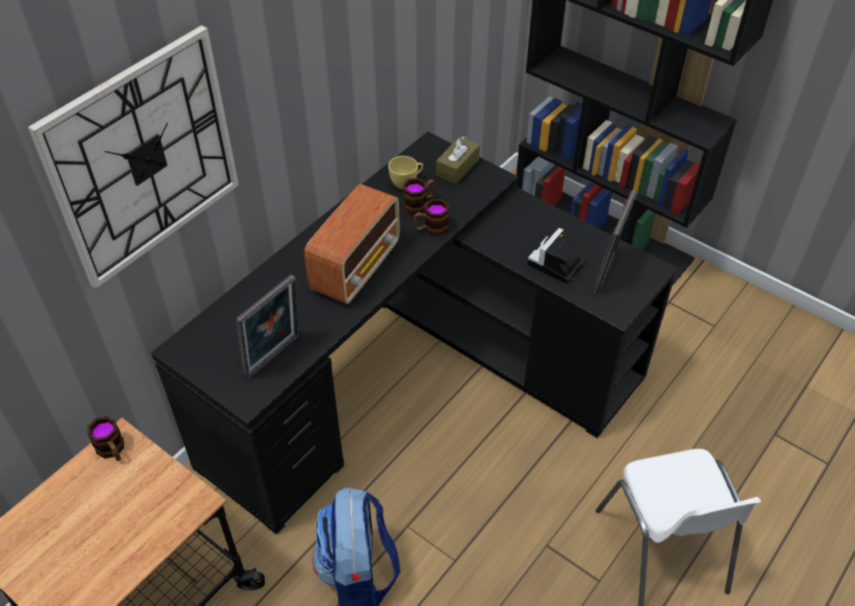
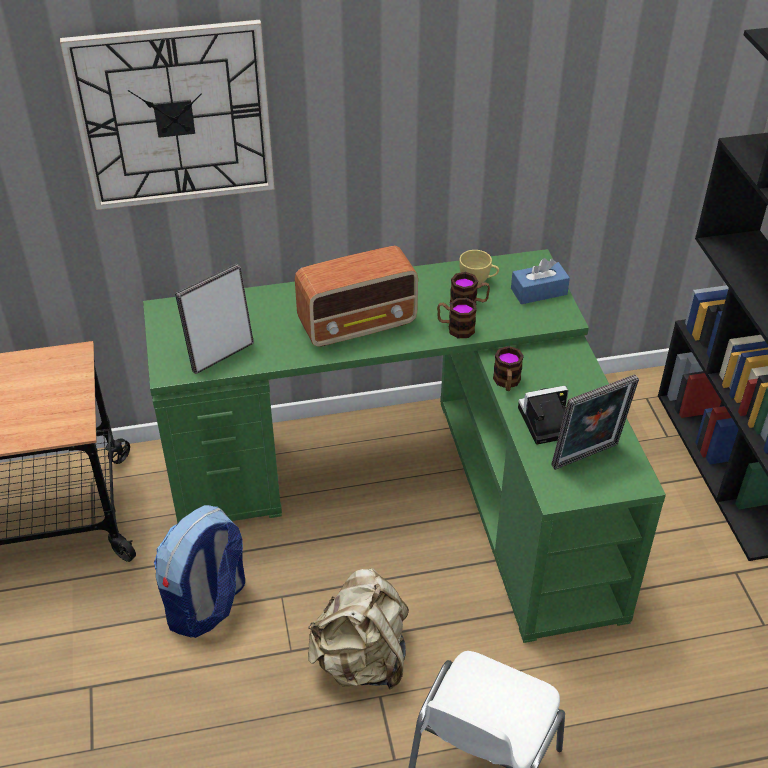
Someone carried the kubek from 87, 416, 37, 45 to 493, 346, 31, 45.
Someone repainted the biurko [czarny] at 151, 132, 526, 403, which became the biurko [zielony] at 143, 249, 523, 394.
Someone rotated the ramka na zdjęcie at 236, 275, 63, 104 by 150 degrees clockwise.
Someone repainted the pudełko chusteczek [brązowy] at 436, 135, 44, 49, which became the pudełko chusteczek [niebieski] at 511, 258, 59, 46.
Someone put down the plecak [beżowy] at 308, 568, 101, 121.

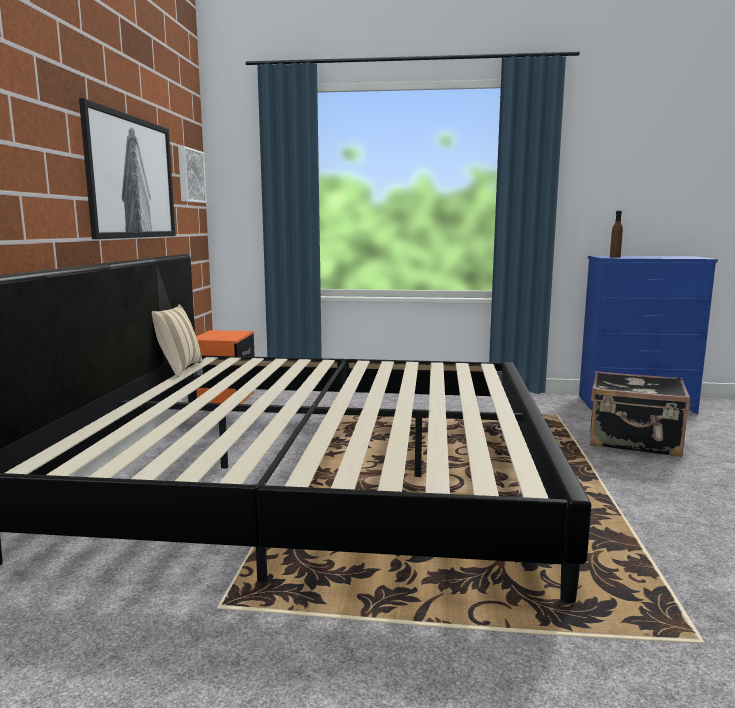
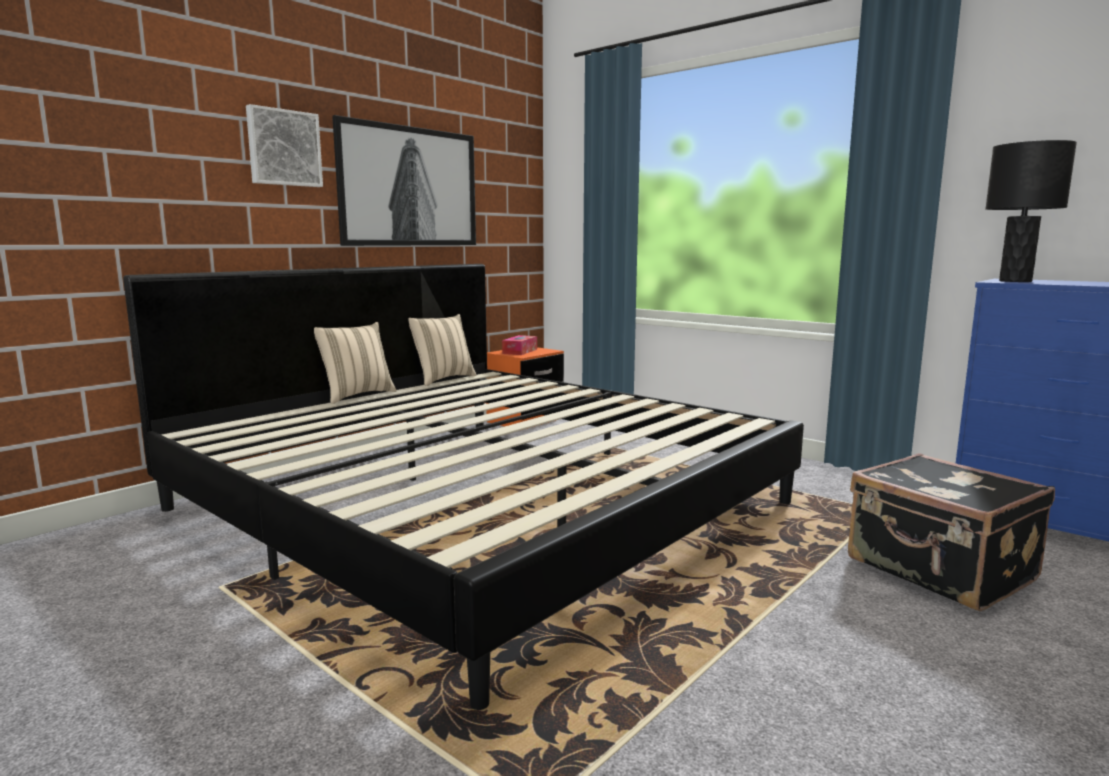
Someone carried the obraz from 178, 146, 29, 57 to 246, 104, 77, 83.
Someone swapped the butelka [brązowy] at 610, 211, 13, 46 for the lampa stołowa [czarny] at 985, 140, 92, 142.
Someone put down the poduszka [beżowy] at 314, 322, 83, 82.
Someone put down the pudełko chusteczek at 502, 335, 35, 20.

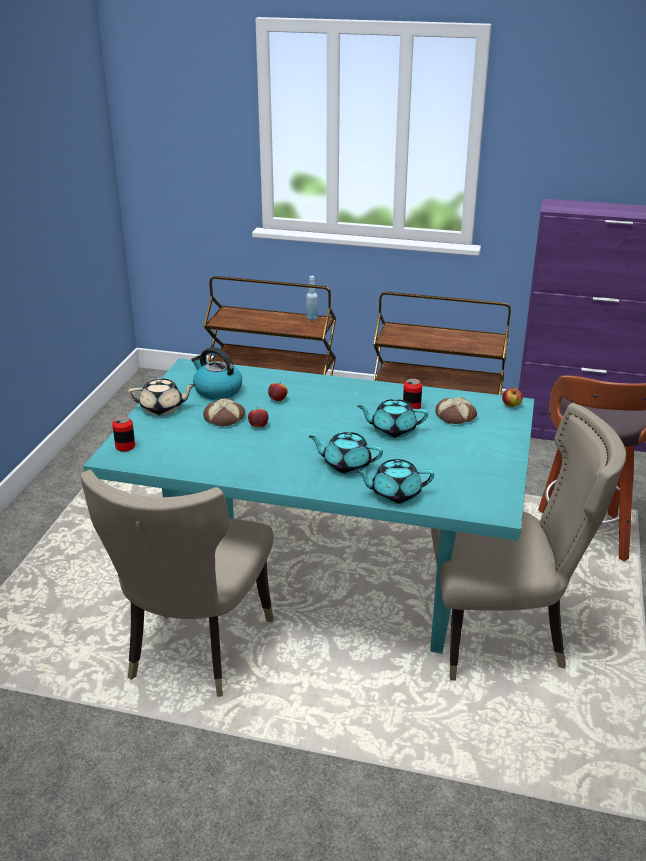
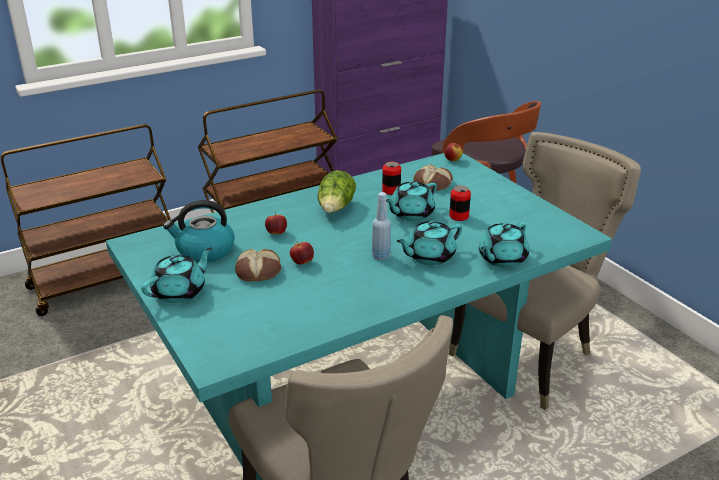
Someone carried the puszka from 112, 416, 23, 36 to 449, 186, 22, 35.
Someone repainted the imbryk [beżowy] at 128, 378, 68, 37, which became the imbryk [turkusowy] at 141, 247, 71, 56.
Someone carried the butelka [niebieski] from 306, 276, 12, 44 to 372, 192, 19, 68.
Someone put down the sałata at 317, 170, 39, 43.

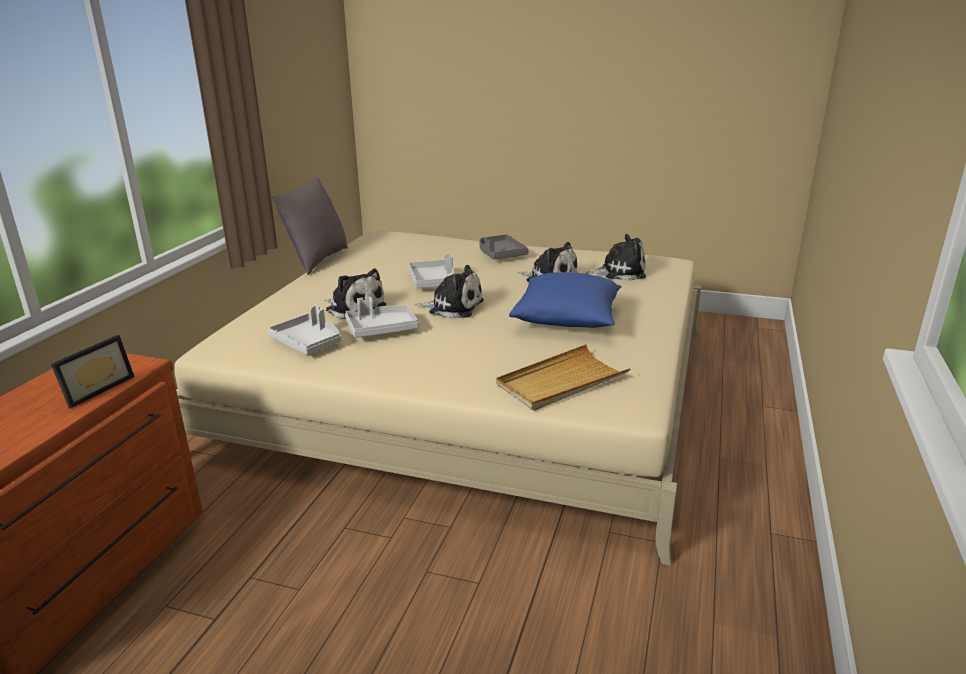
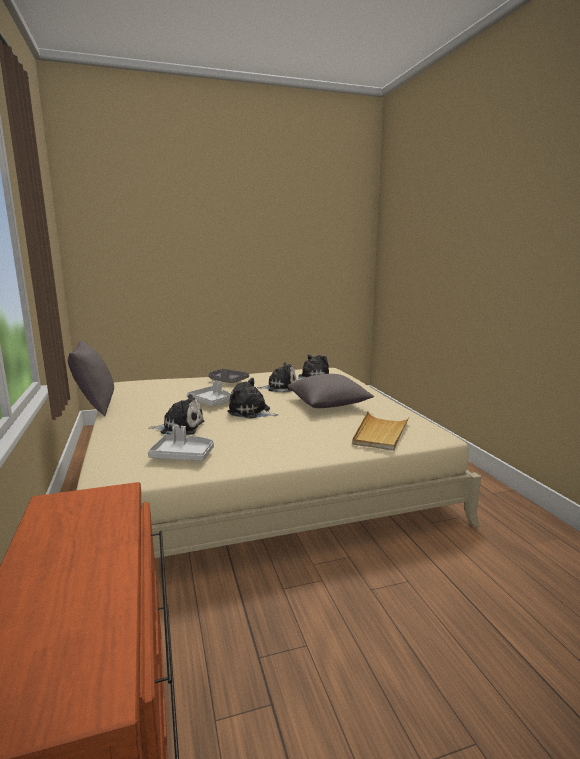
Someone took away the ramka na zdjęcie at 51, 335, 84, 74.
Someone took away the taca [szary] at 345, 297, 74, 41.
Someone rotated the pluszak at 415, 265, 69, 53 by 135 degrees counterclockwise.
Someone repainted the poduszka [niebieski] at 509, 272, 113, 56, which became the poduszka [szary] at 288, 374, 86, 34.

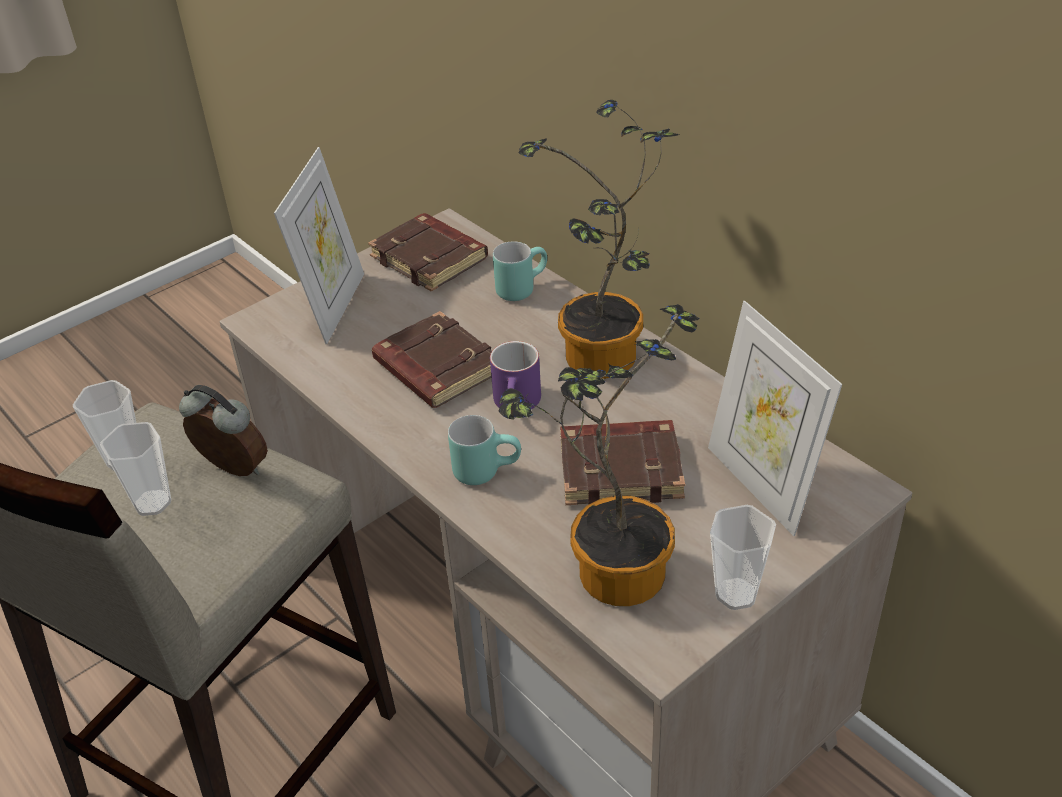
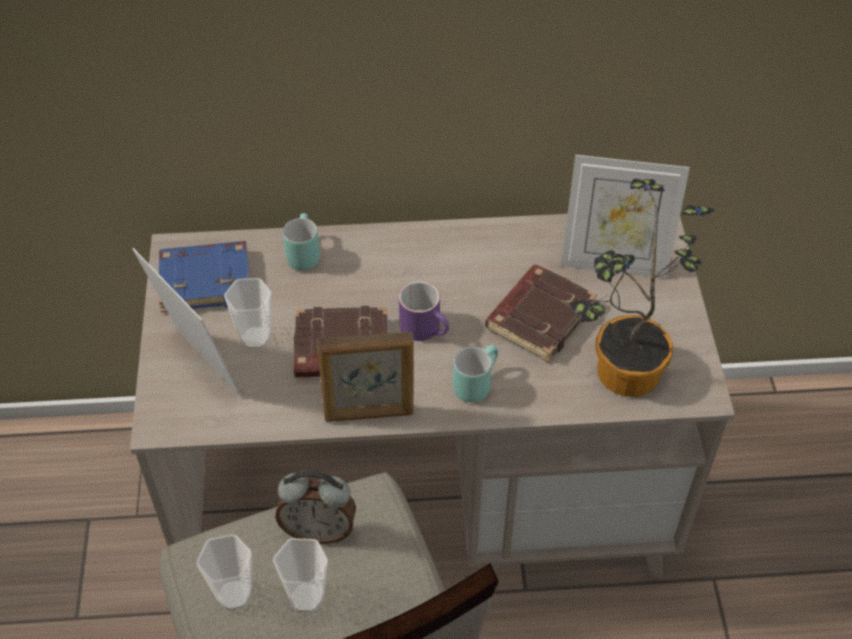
Someone rotated the budzik at 179, 385, 89, 91 by 150 degrees counterclockwise.
Someone repainted the książka [brązowy] at 368, 213, 120, 79, which became the książka [niebieski] at 158, 241, 91, 71.
Someone took away the roślina doniczkowa at 519, 100, 160, 279.
Someone carried the filiżanka from 710, 505, 66, 105 to 224, 278, 47, 71.
Someone put down the ramka na zdjęcie at 317, 332, 97, 90.

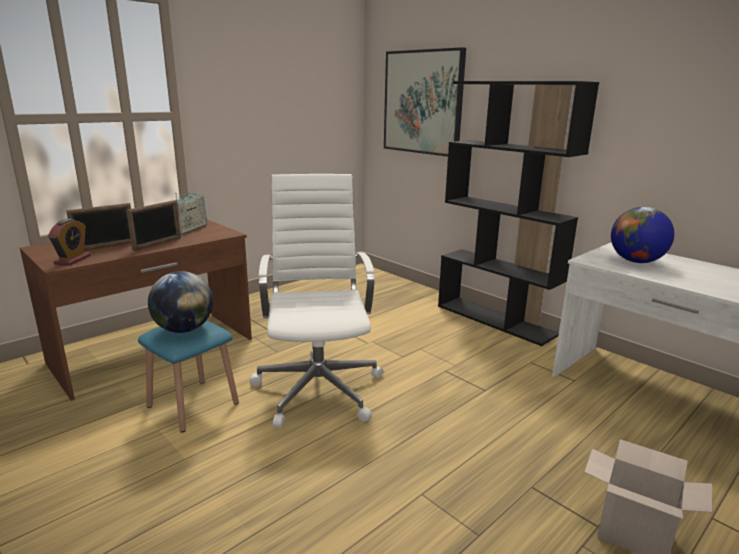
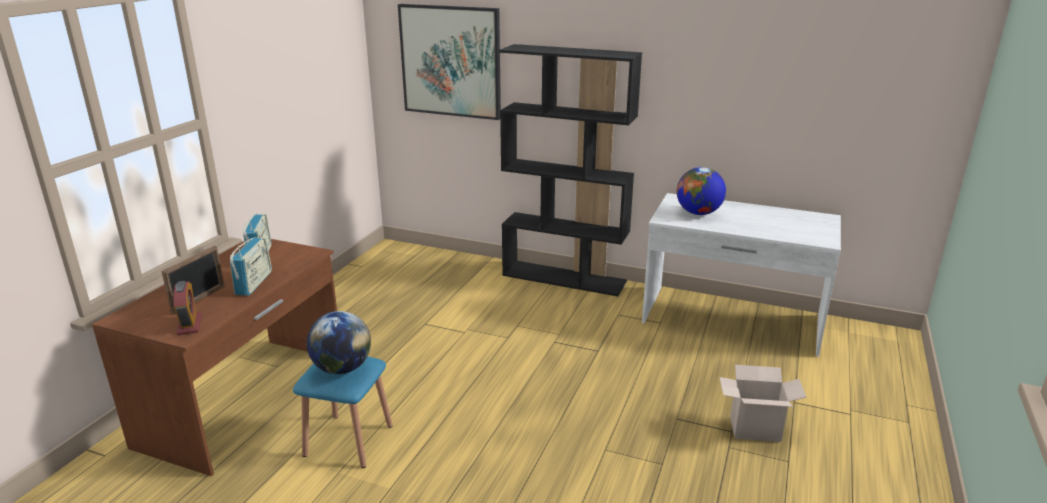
Someone swapped the ramka na zdjęcie at 127, 200, 54, 51 for the radio at 230, 237, 42, 59.
Someone took away the krzesło biurowe [biały] at 250, 174, 133, 254.

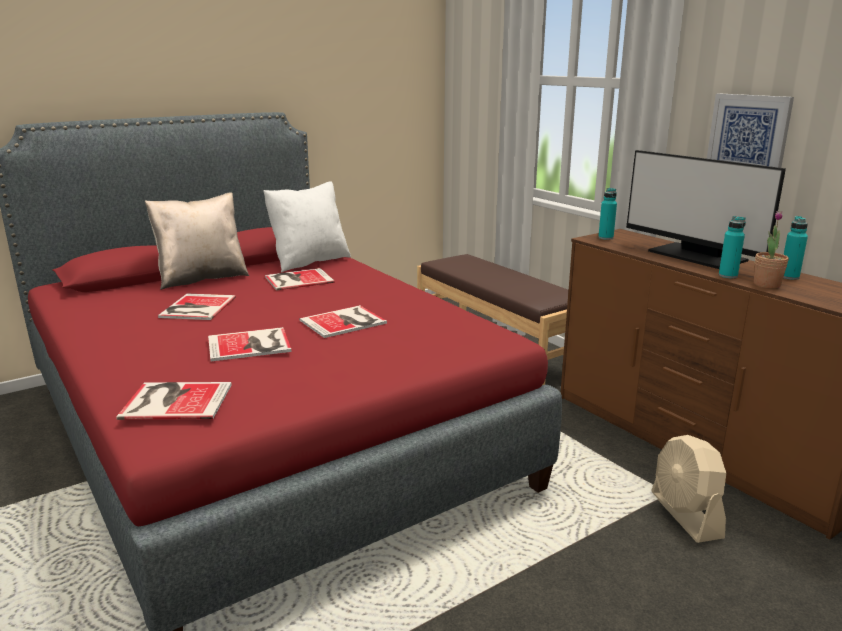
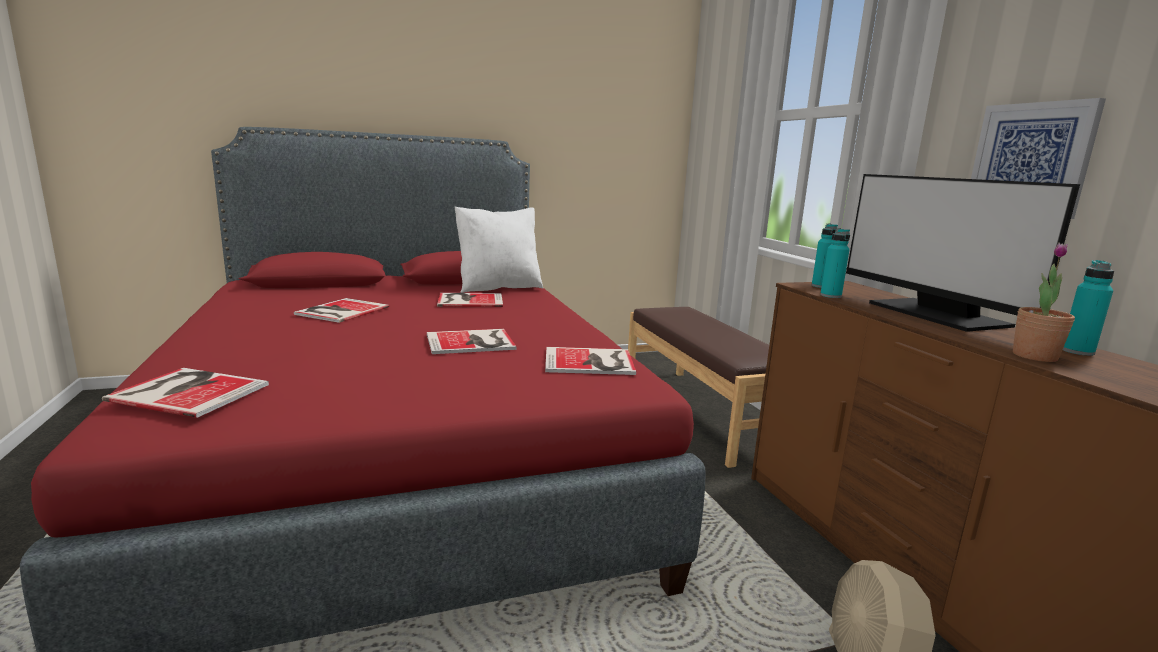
Someone took away the poduszka [beżowy] at 145, 193, 104, 97.
Someone carried the książka from 208, 327, 83, 35 to 545, 347, 91, 28.
Someone carried the butelka [turkusowy] from 719, 216, 27, 62 to 820, 228, 30, 70.

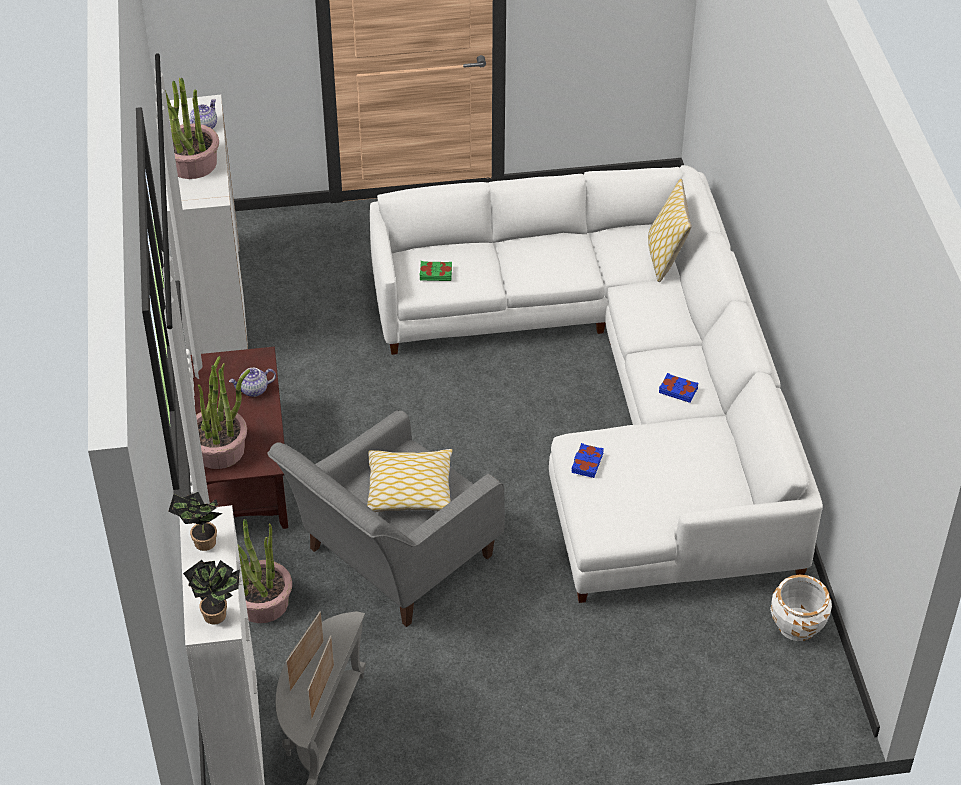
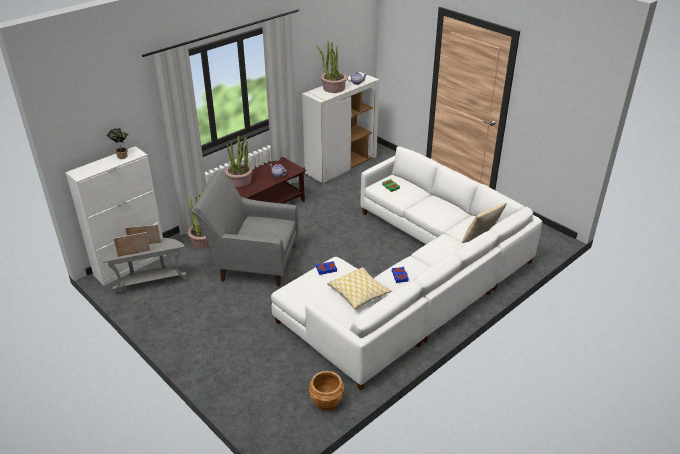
Someone took away the roślina doniczkowa at 183, 560, 57, 65.
Someone carried the poduszka from 367, 449, 85, 63 to 327, 267, 64, 42.
Someone repainted the donica [biały] at 770, 575, 62, 66, which became the donica [brązowy] at 309, 371, 35, 40.

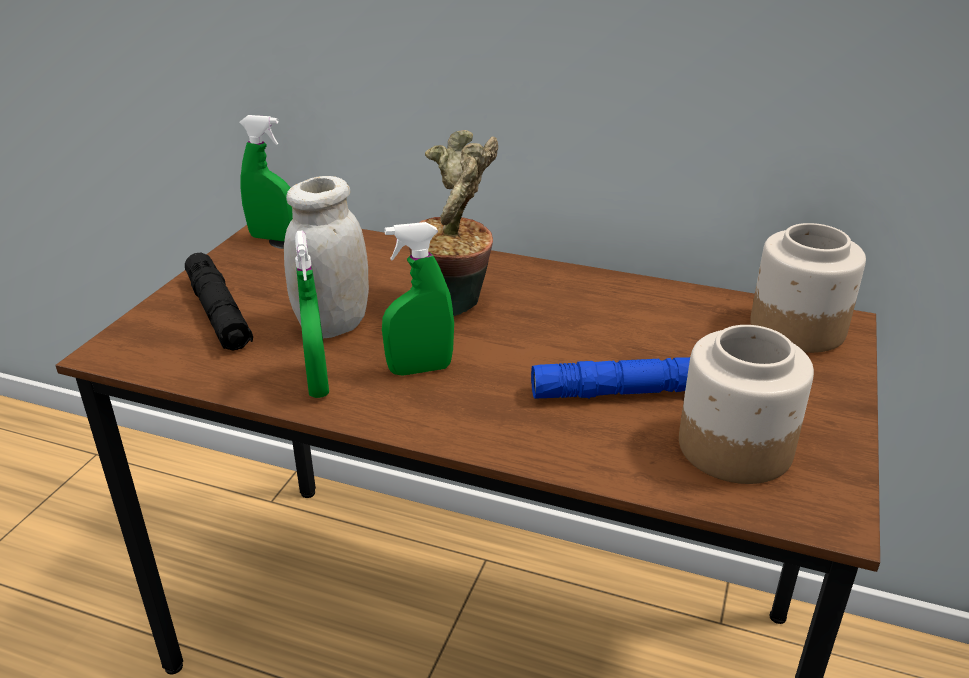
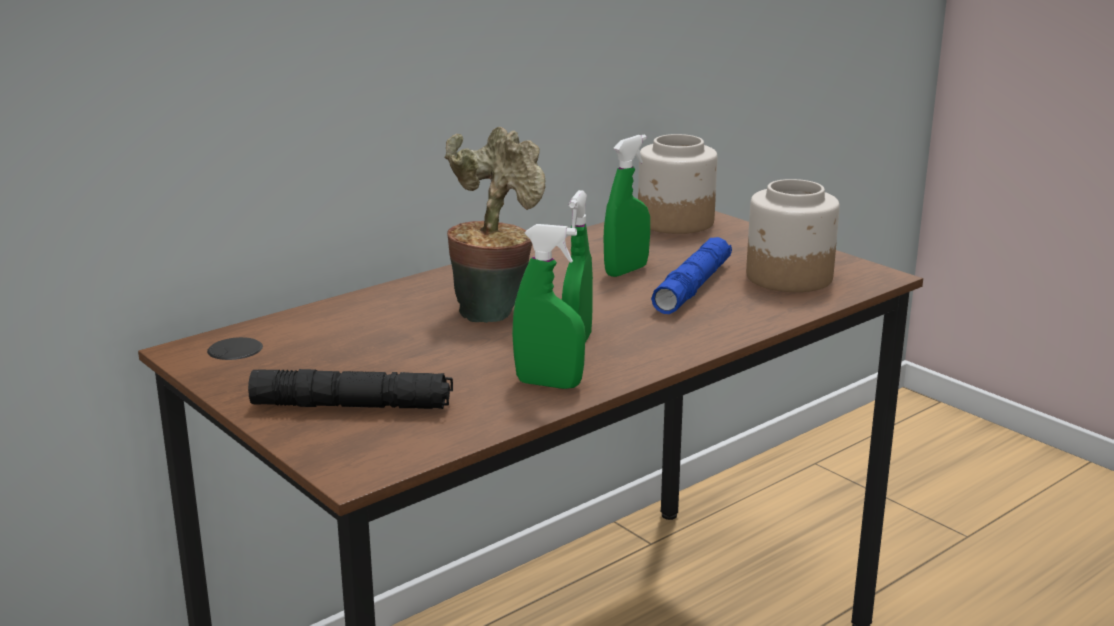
Someone carried the spryskiwacz [zielony] from 239, 115, 54, 126 to 604, 135, 46, 142.
Someone took away the słoik [biały] at 284, 176, 85, 163.

